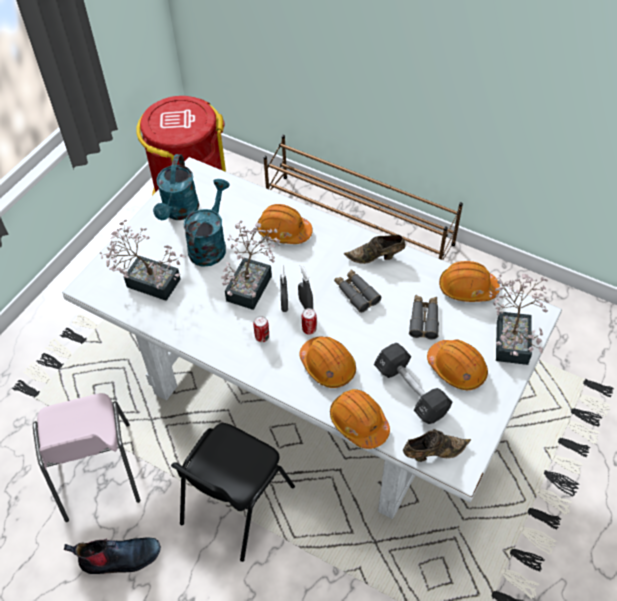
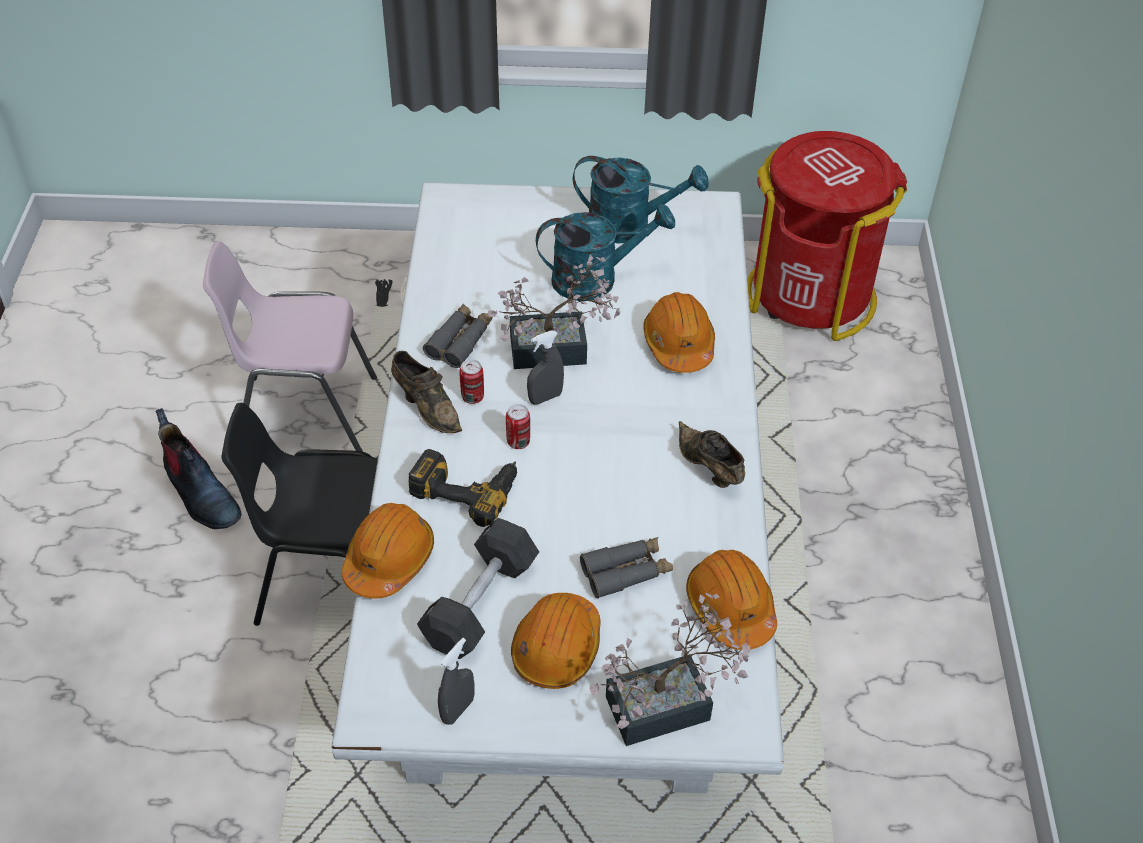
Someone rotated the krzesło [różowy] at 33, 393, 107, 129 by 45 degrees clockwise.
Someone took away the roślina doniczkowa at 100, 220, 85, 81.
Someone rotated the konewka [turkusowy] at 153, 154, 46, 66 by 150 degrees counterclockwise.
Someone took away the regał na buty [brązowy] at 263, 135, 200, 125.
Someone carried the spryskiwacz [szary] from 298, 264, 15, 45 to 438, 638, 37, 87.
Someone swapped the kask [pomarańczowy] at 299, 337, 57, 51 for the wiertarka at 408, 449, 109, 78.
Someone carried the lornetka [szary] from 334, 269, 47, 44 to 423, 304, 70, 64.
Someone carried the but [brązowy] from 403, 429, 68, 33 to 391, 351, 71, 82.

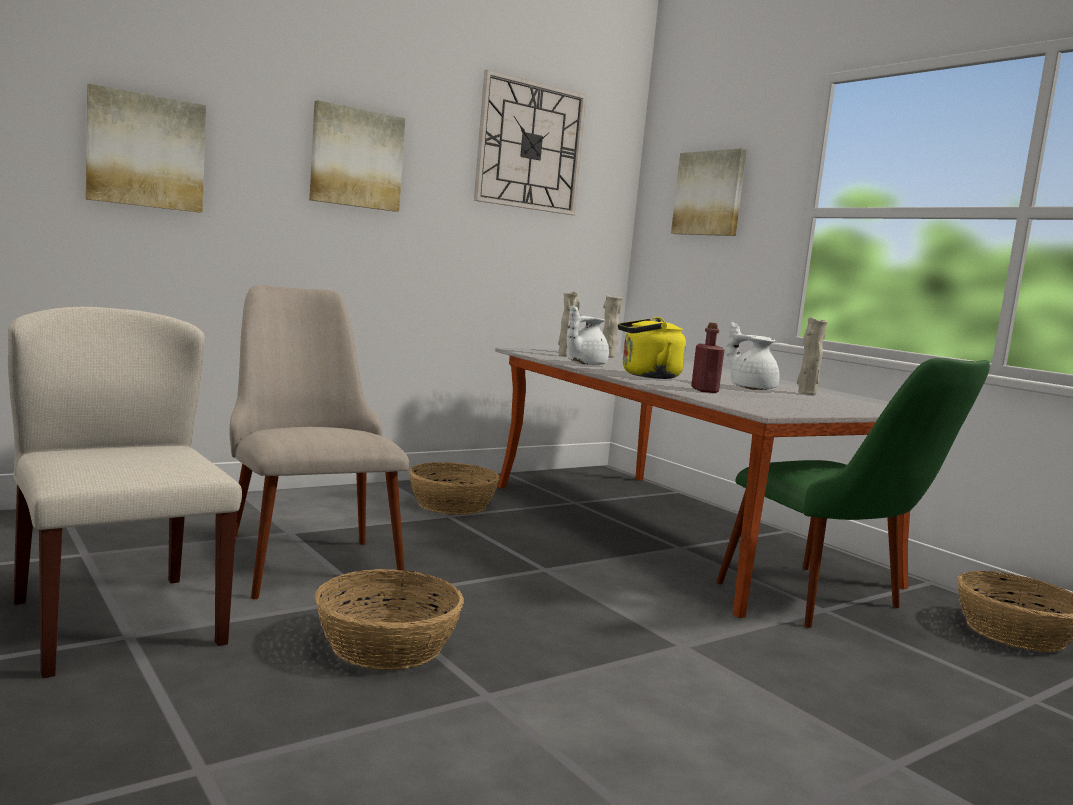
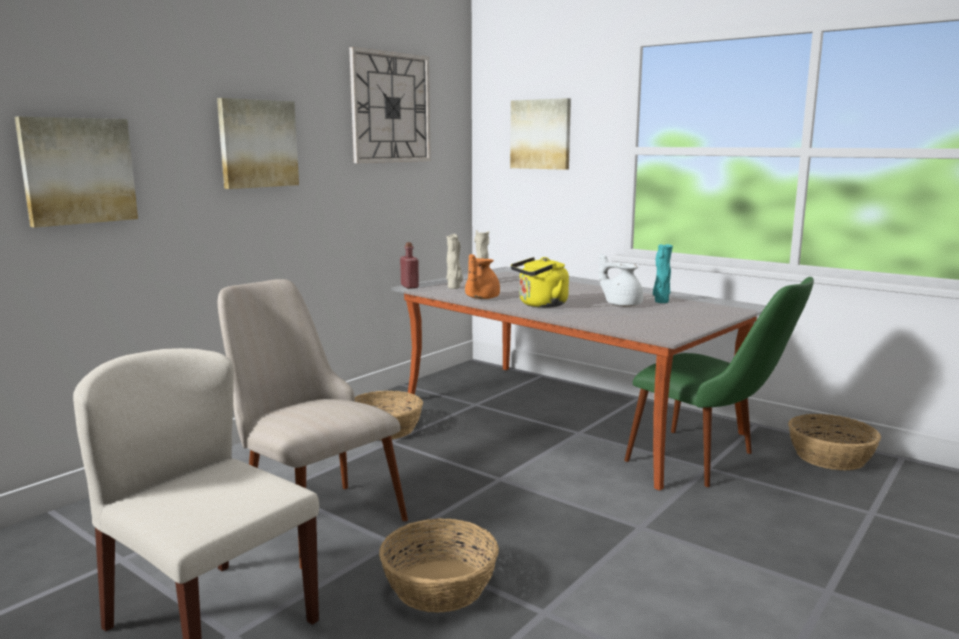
Someone repainted the imbryk [biały] at 566, 305, 43, 60, which became the imbryk [pomarańczowy] at 465, 254, 35, 45.
Someone carried the butelka [czerwony] from 691, 323, 33, 70 to 400, 242, 19, 47.
Someone repainted the wazon [beżowy] at 797, 317, 31, 78, which became the wazon [turkusowy] at 653, 244, 20, 59.

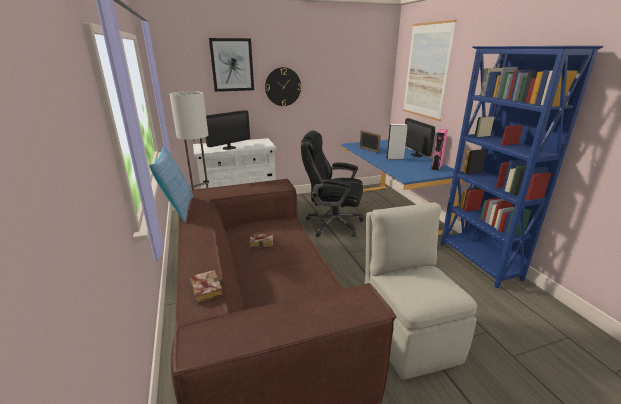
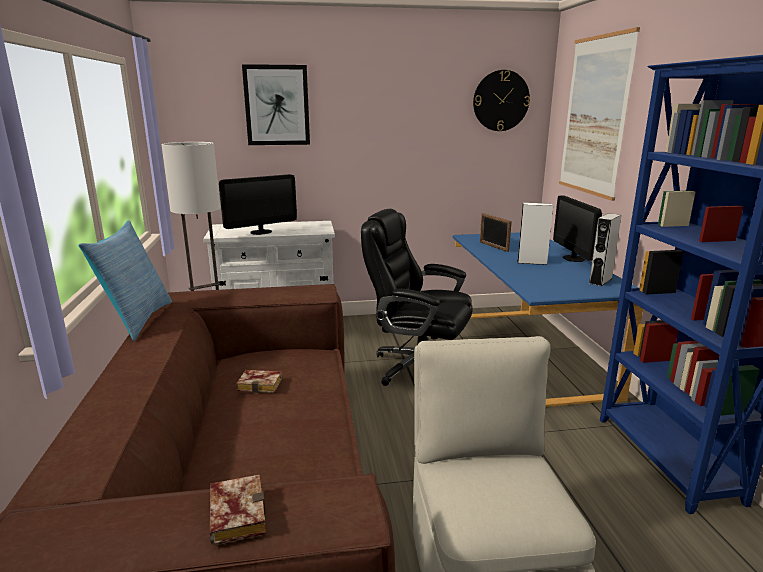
Someone carried the książka from 190, 270, 33, 33 to 210, 475, 56, 71.
Someone carried the zegar ścienny from 265, 67, 36, 39 to 473, 70, 57, 61.
Someone repainted the głośnik [różowy] at 431, 129, 17, 42, which became the głośnik [szary] at 589, 213, 33, 73.

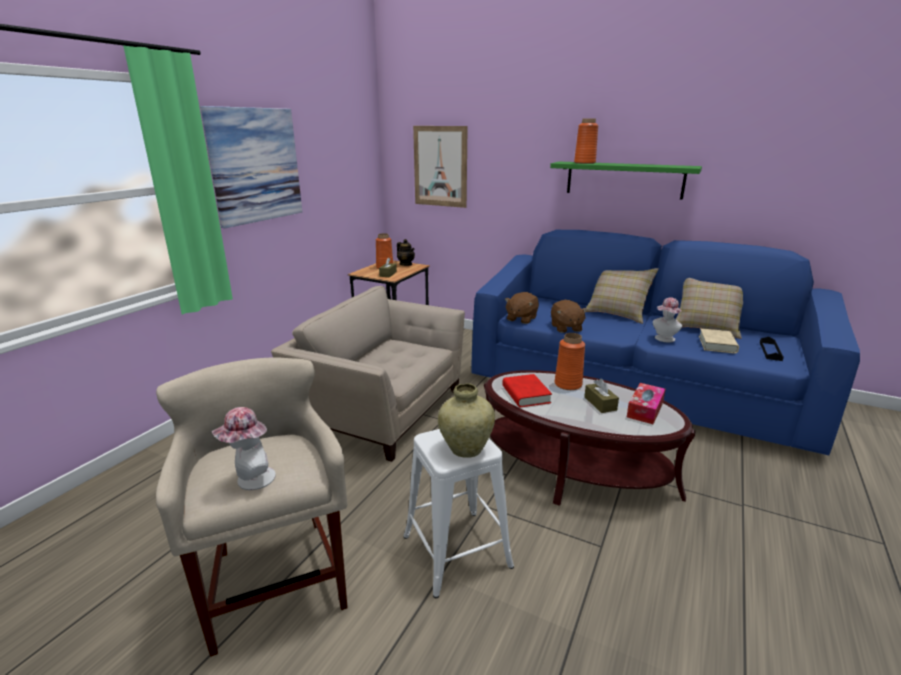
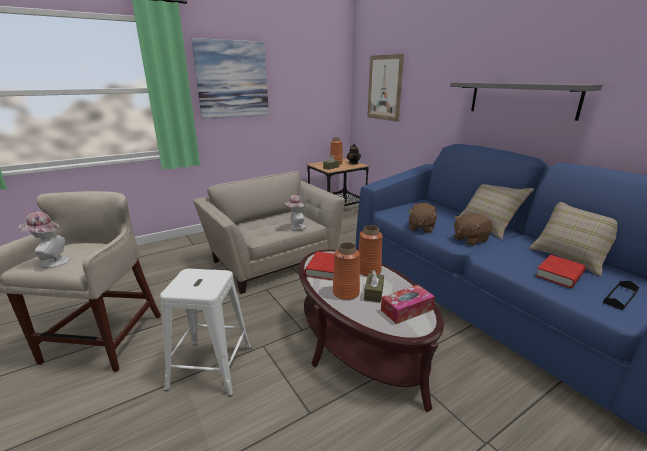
Someone took away the wazon [beżowy] at 438, 384, 57, 74.
Someone carried the pluszak [brązowy] from 505, 292, 34, 32 to 454, 213, 39, 33.
Someone repainted the półka [zielony] at 550, 162, 152, 38, which became the półka [szary] at 450, 82, 153, 39.
Someone carried the wazon [pomarańczowy] from 574, 119, 24, 45 to 333, 242, 27, 58.
Someone carried the kapelusz from 653, 297, 29, 45 to 285, 195, 20, 35.
Someone repainted the książka [beżowy] at 699, 328, 40, 26, which became the książka [czerwony] at 535, 255, 51, 33.

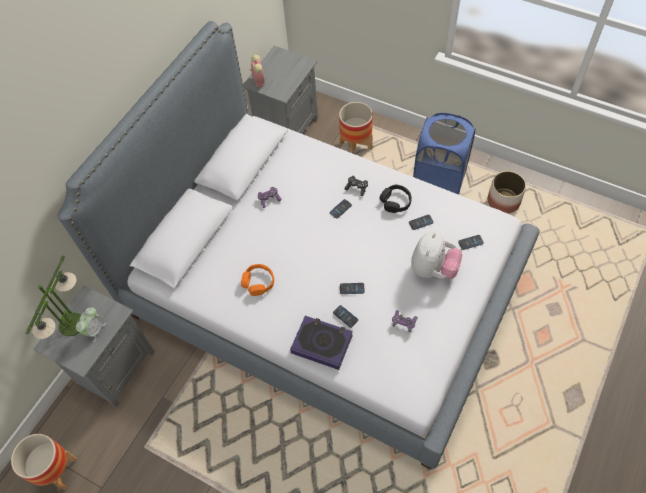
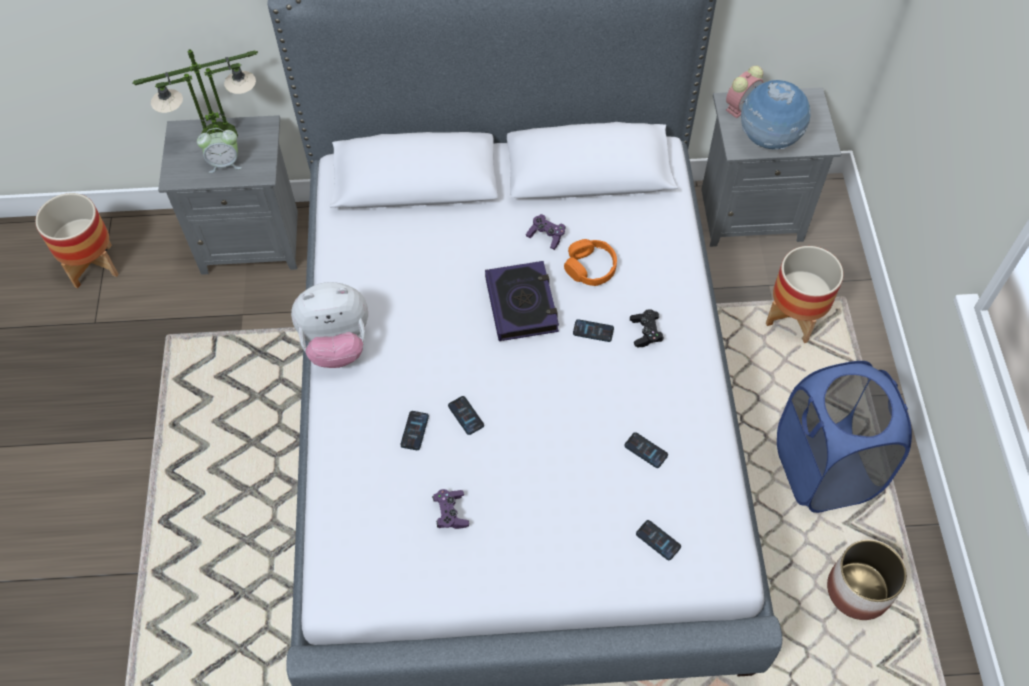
Someone carried the słuchawki [pomarańczowy] from 241, 264, 33, 32 to 564, 239, 53, 47.
Someone carried the książka from 290, 316, 63, 54 to 485, 261, 74, 80.
Someone took away the słuchawki [czarny] at 379, 185, 33, 28.
Someone carried the pluszak from 411, 231, 51, 48 to 291, 282, 77, 86.
Someone put down the globus at 741, 80, 70, 70.

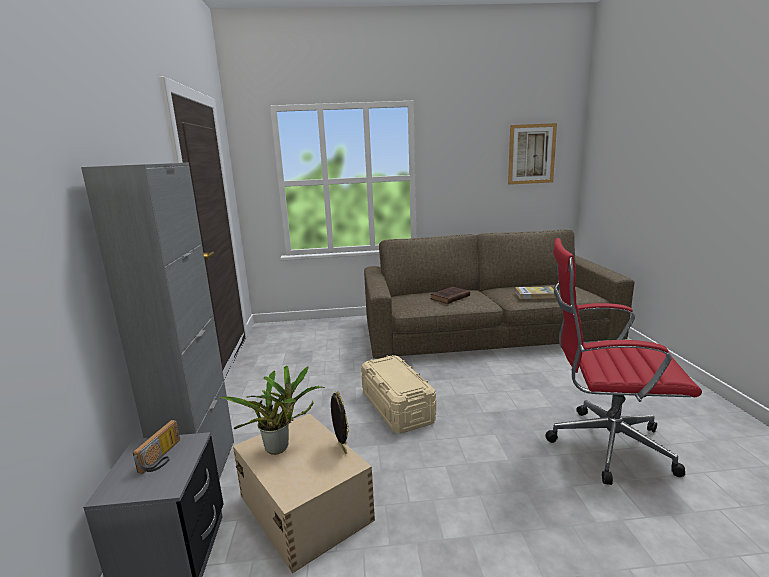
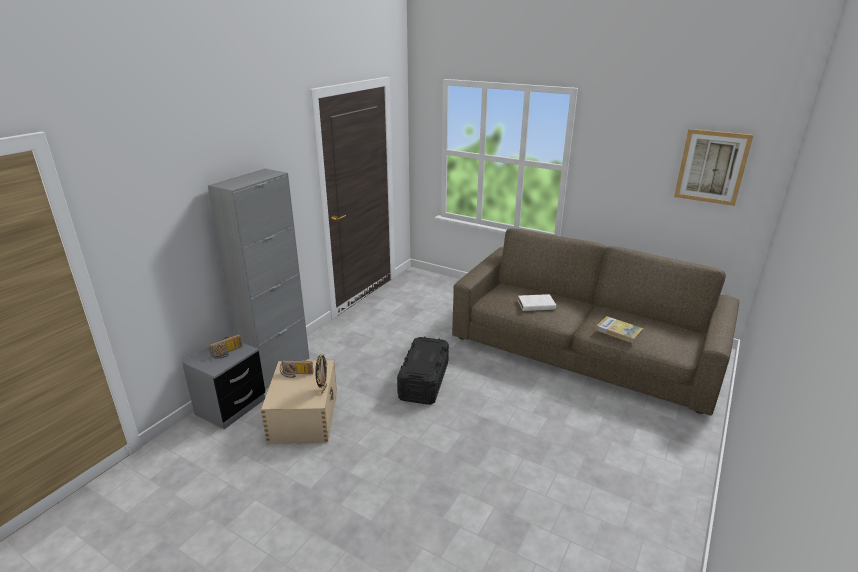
Someone swapped the roślina doniczkowa at 220, 366, 105, 89 for the radio at 280, 360, 34, 18.
Someone repainted the pojemnik do przechowywania [beżowy] at 361, 355, 75, 78, which became the pojemnik do przechowywania [czarny] at 397, 336, 52, 69.
Someone repainted the książka [brązowy] at 431, 287, 39, 17, which became the książka [biały] at 518, 294, 38, 17.
Someone took away the krzesło biurowe [czerwony] at 545, 238, 157, 247.

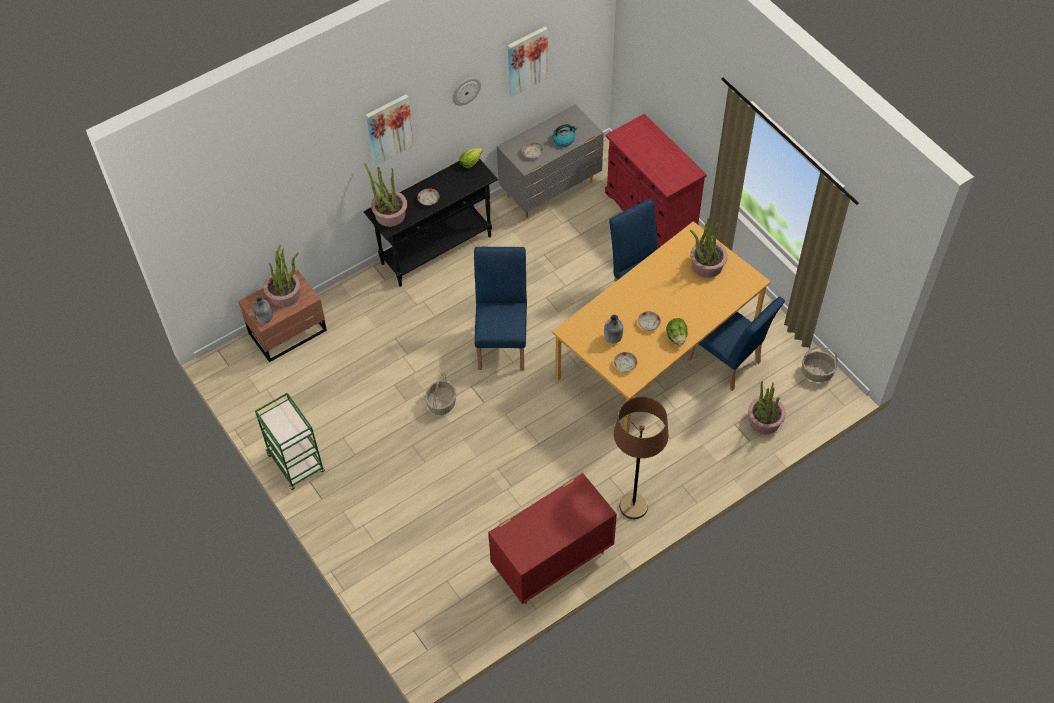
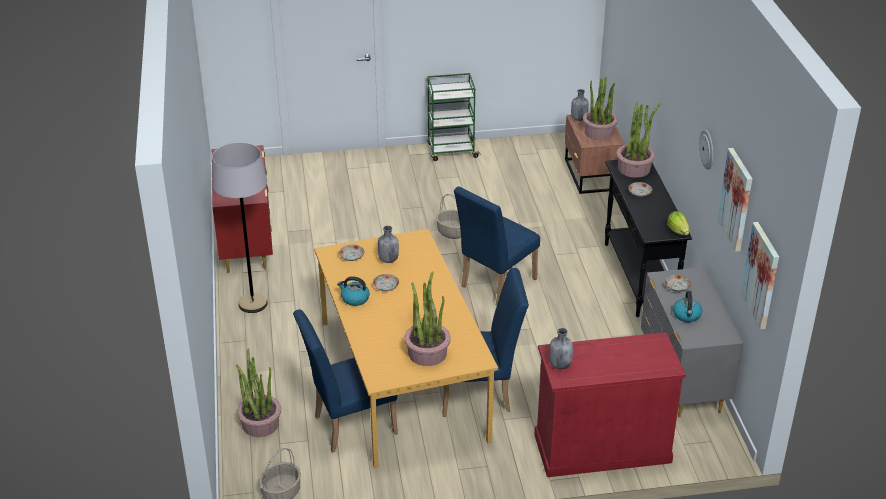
Someone carried the obraz from 366, 94, 48, 72 to 741, 222, 38, 107.
Someone rotated the krzesło [niebieski] at 474, 247, 53, 123 by 105 degrees clockwise.
Someone repainted the lampa stojąca [brązowy] at 614, 397, 54, 122, which became the lampa stojąca [szary] at 212, 142, 56, 171.
Someone swapped the sałata at 666, 318, 22, 27 for the czajnik at 337, 276, 33, 30.
Someone put down the butelka [szary] at 549, 328, 24, 41.

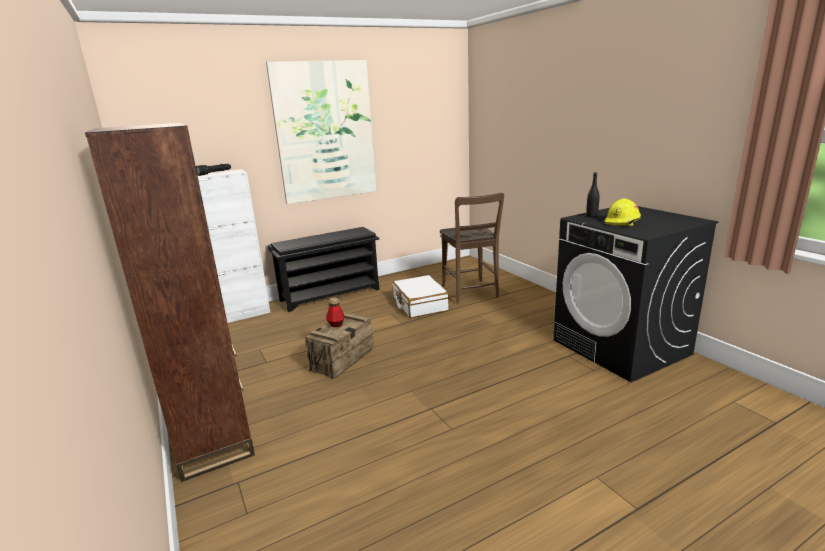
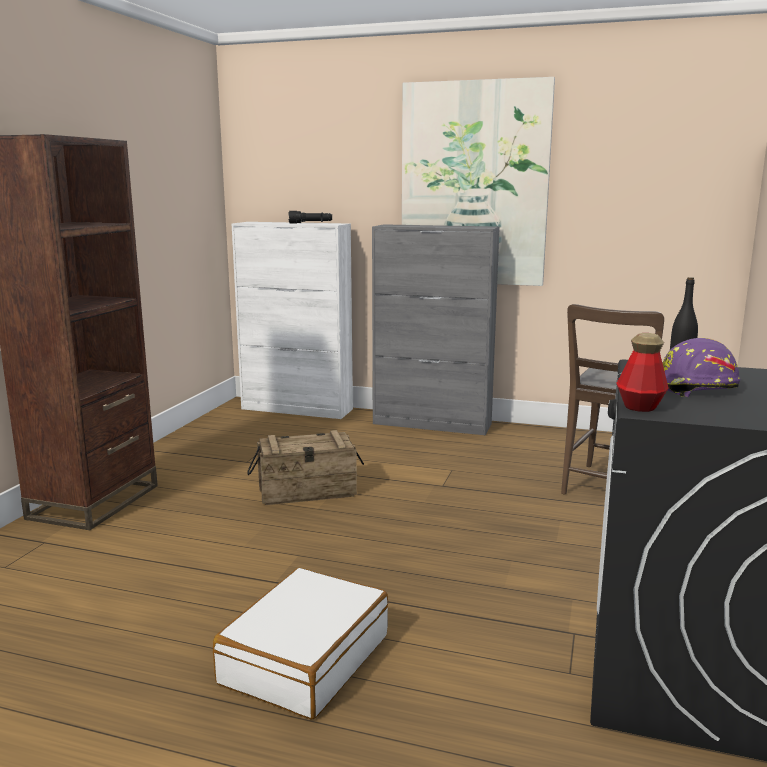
Someone swapped the regał na buty [czarny] at 268, 227, 111, 85 for the szafka [szary] at 372, 224, 128, 211.
Someone carried the butelka from 326, 298, 19, 29 to 616, 333, 53, 79.
Someone carried the walizka [biały] from 392, 275, 57, 43 to 213, 568, 175, 152.
Someone repainted the kask [żółty] at 604, 198, 37, 28, which became the kask [fioletowy] at 663, 338, 77, 59.

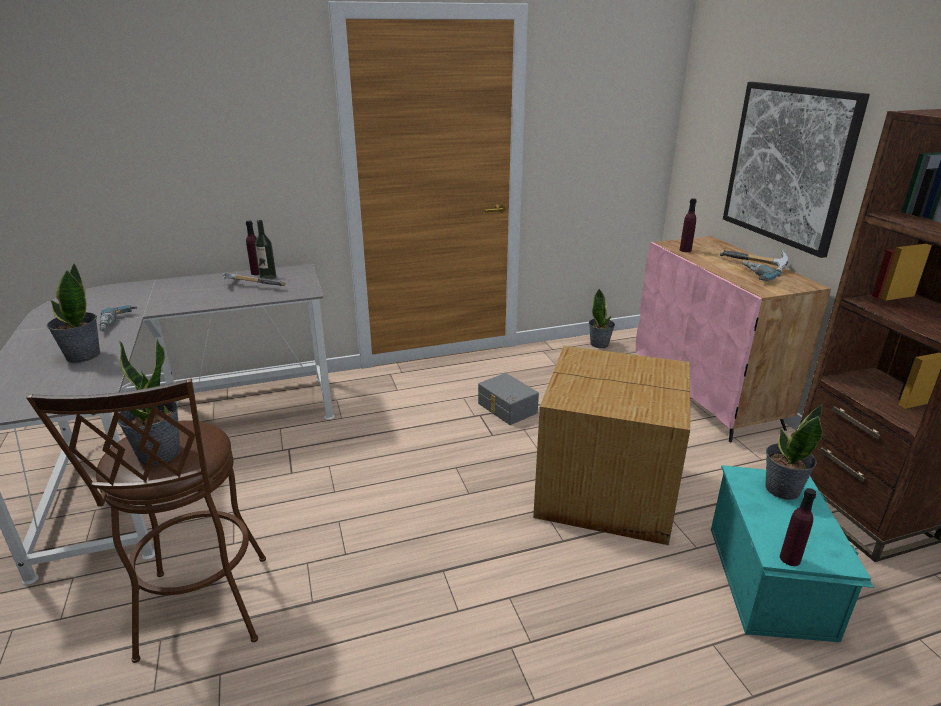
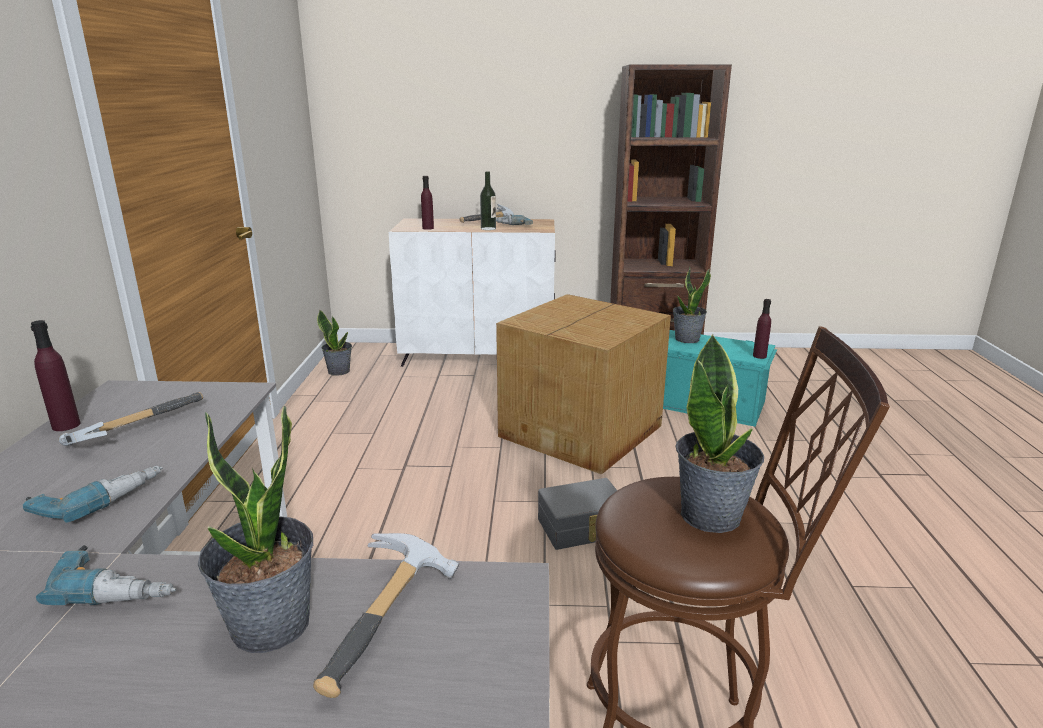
Someone carried the butelka from 255, 220, 21, 60 to 480, 171, 16, 59.
Someone carried the pojemnik do przechowywania [szary] from 478, 373, 61, 52 to 538, 478, 79, 72.
Someone repainted the szafka [różowy] at 636, 236, 195, 207, which became the szafka [biały] at 389, 218, 167, 149.
Someone took away the obraz at 723, 82, 147, 176.
Someone put down the wiertarka at 23, 466, 140, 57.
Someone put down the młotek at 313, 533, 146, 165.

